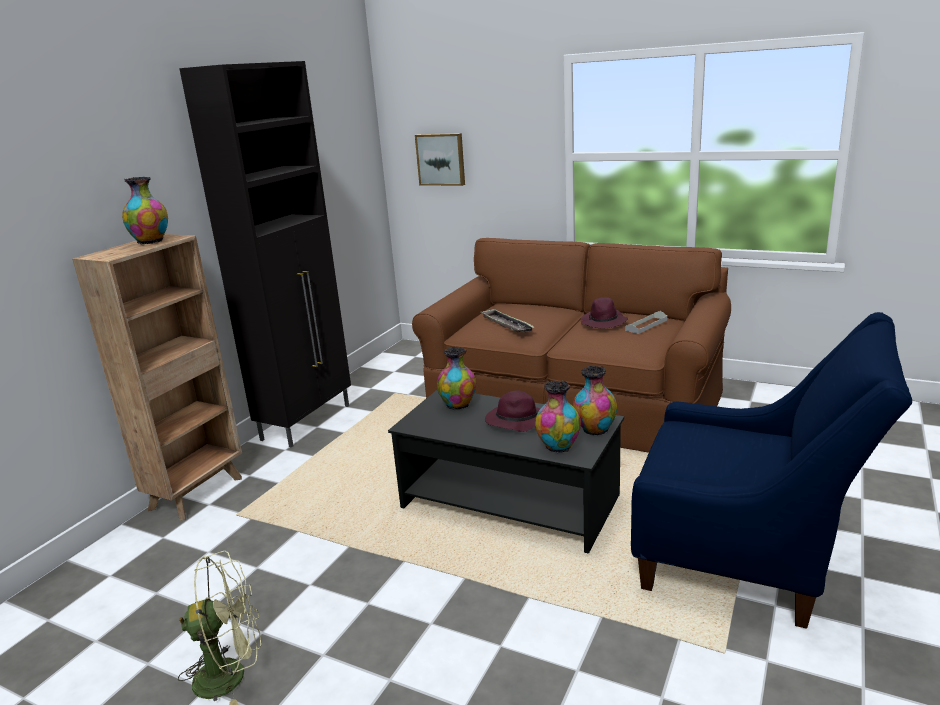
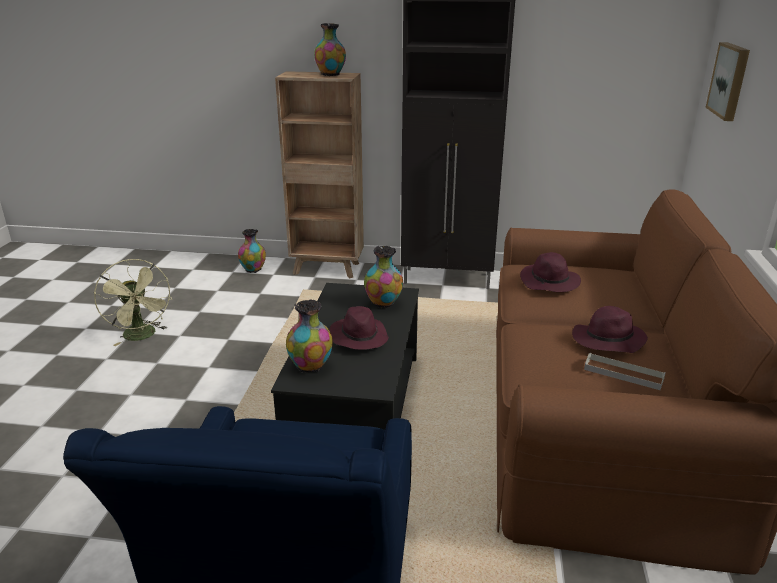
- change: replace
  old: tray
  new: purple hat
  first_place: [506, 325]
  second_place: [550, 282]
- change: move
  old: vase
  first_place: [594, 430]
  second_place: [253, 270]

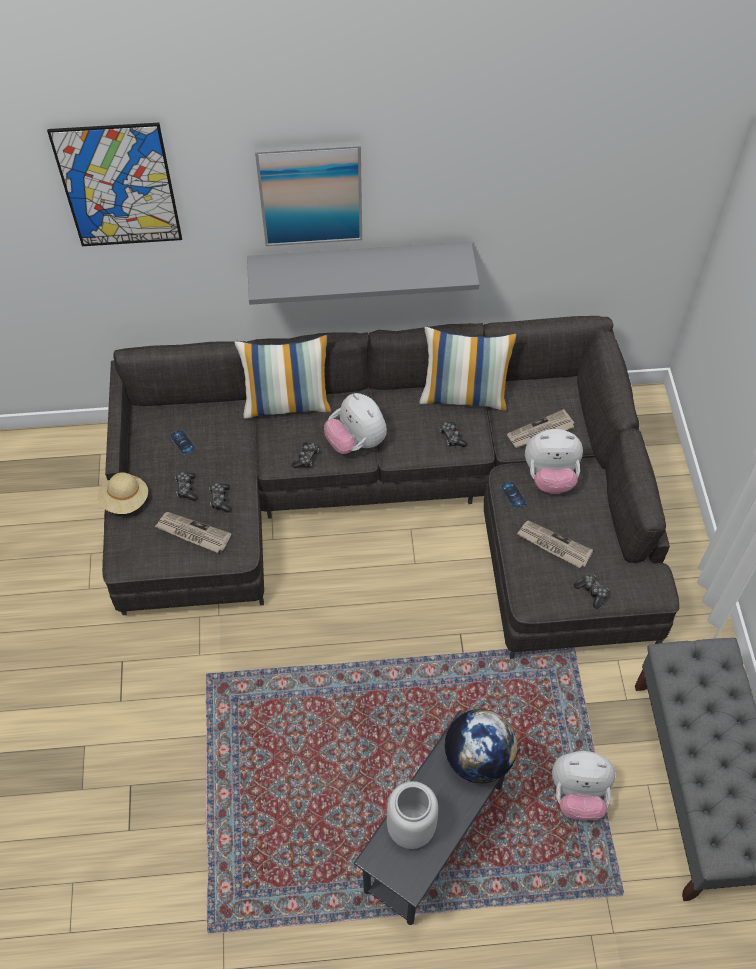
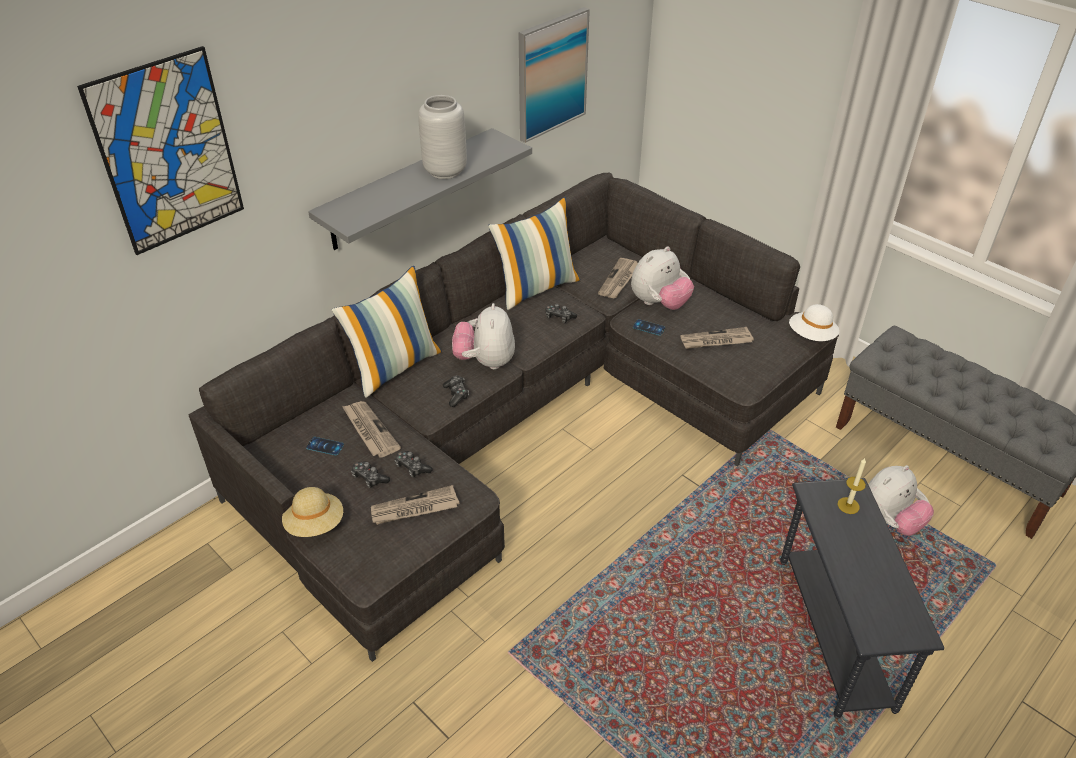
- change: move
  old: picture
  first_place: [310, 192]
  second_place: [551, 74]
- change: rotate
  old: plush toy
  first_place: [356, 442]
  second_place: [485, 361]
  degrees: 75
- change: move
  old: grey vase
  first_place: [410, 827]
  second_place: [444, 171]
- change: replace
  old: globe
  new: candle
  first_place: [478, 758]
  second_place: [848, 505]
- change: delete
  old: game controller
  first_place: [592, 592]
- change: insert
  new: newspaper
  second_place: [369, 430]
- change: insert
  new: white hat
  second_place: [811, 336]

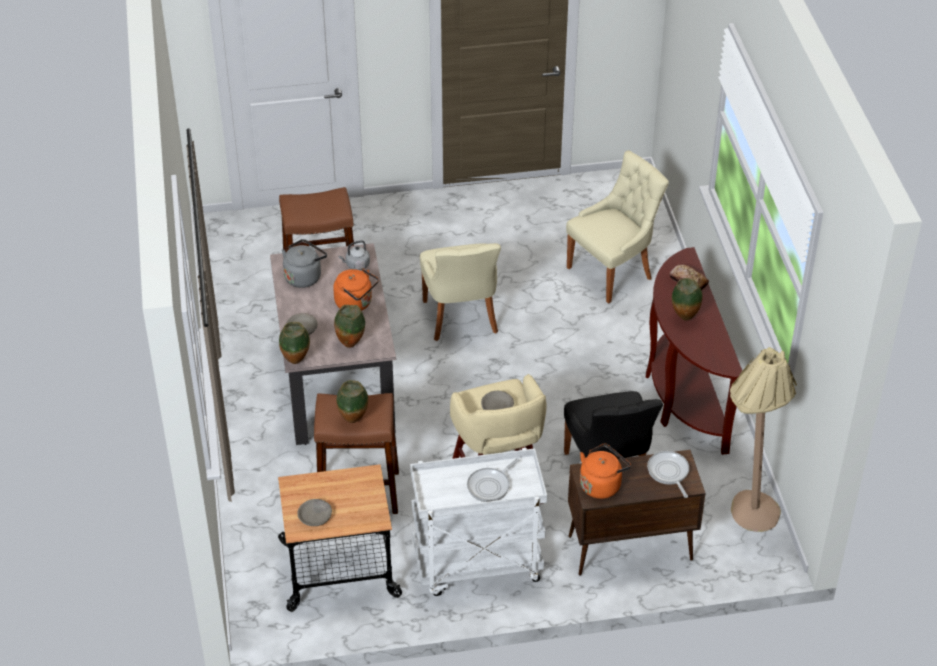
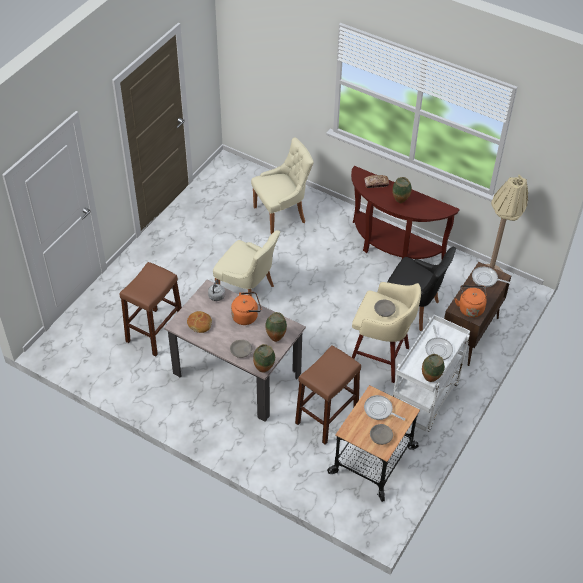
- change: replace
  old: grey kettle
  new: bread
  first_place: [304, 276]
  second_place: [200, 324]
- change: move
  old: vase
  first_place: [354, 420]
  second_place: [430, 379]
- change: rotate
  old: beige chair
  first_place: [612, 272]
  second_place: [281, 214]
  degrees: 60
- change: insert
  new: frying pan
  second_place: [380, 410]

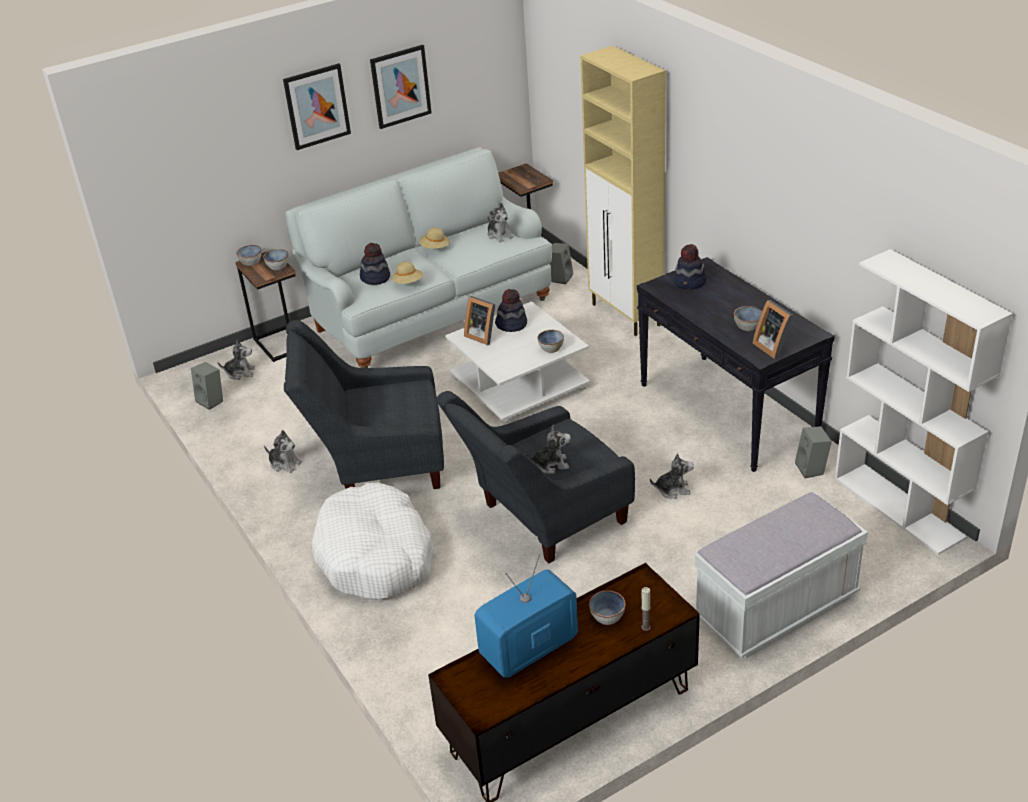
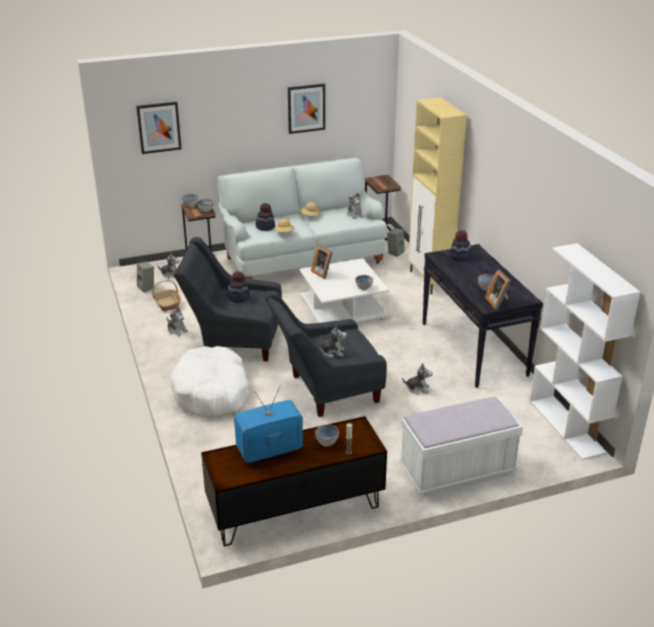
- change: move
  old: picture
  first_place: [317, 106]
  second_place: [159, 127]
- change: move
  old: hat
  first_place: [511, 324]
  second_place: [238, 297]
- change: delete
  old: grey speaker
  first_place: [812, 469]
- change: insert
  new: basket
  second_place: [167, 304]

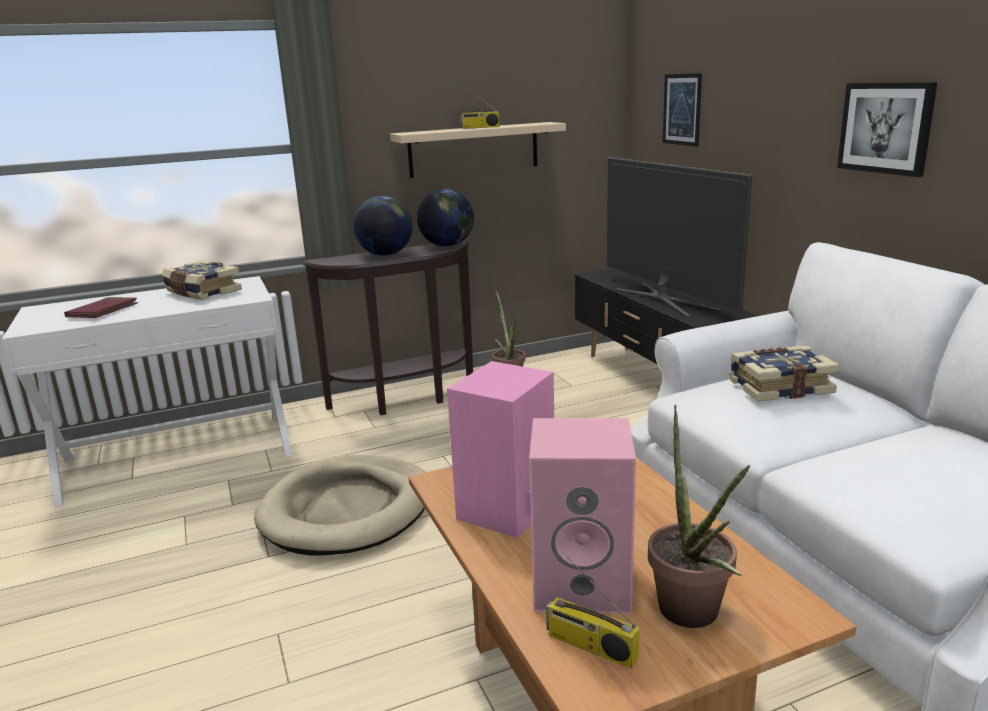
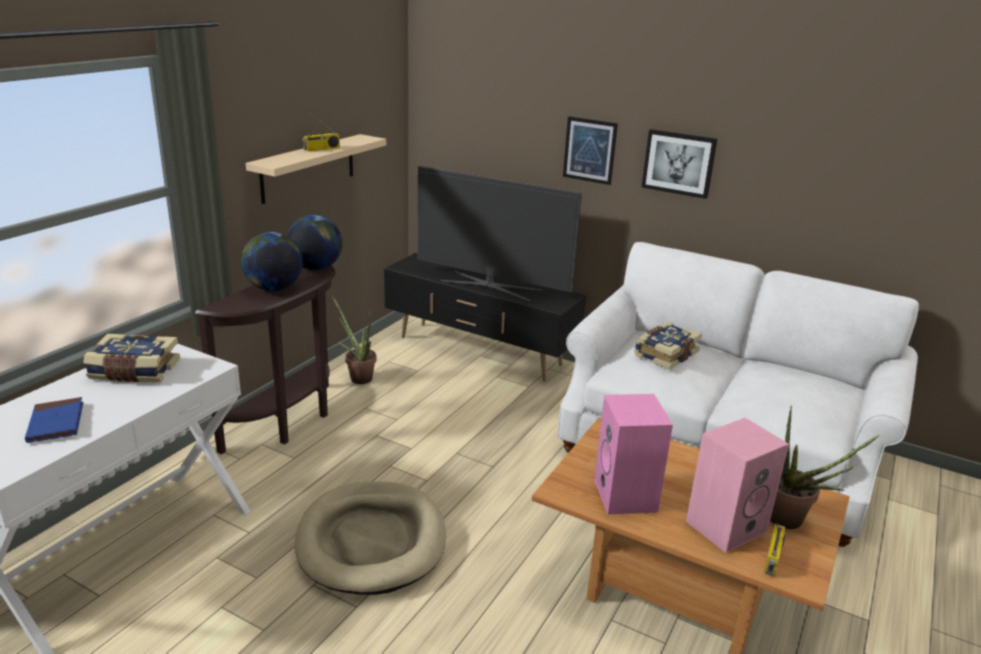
- change: recolor
  old: red book
  new: blue book
  first_place: [103, 311]
  second_place: [56, 423]
- change: rotate
  old: radio
  first_place: [590, 646]
  second_place: [773, 559]
  degrees: -60
- change: move
  old: picture
  first_place: [682, 109]
  second_place: [589, 150]

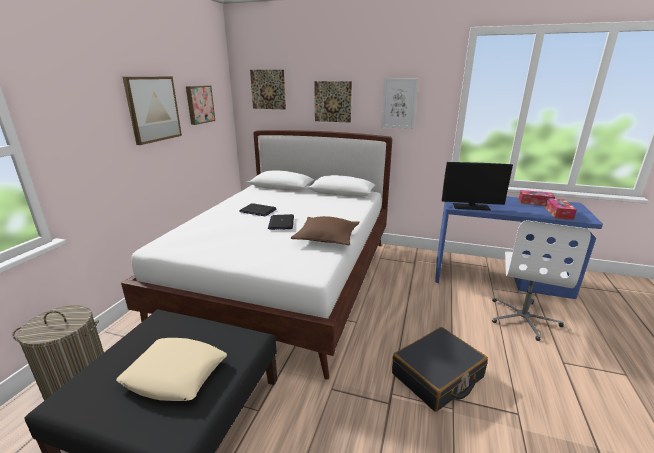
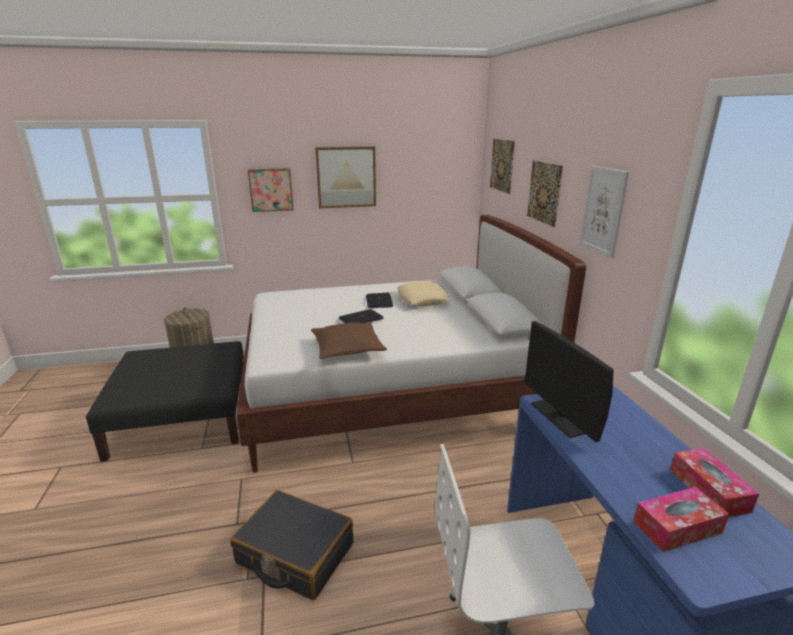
- change: move
  old: beige pillow
  first_place: [175, 374]
  second_place: [422, 299]
- change: move
  old: picture
  first_place: [199, 104]
  second_place: [271, 189]

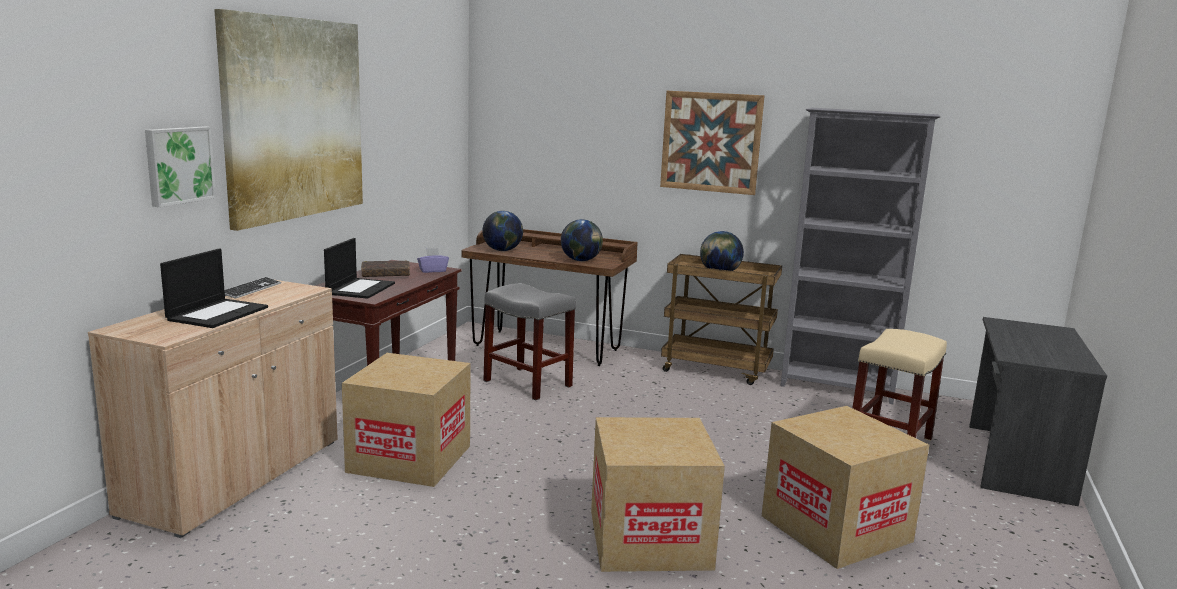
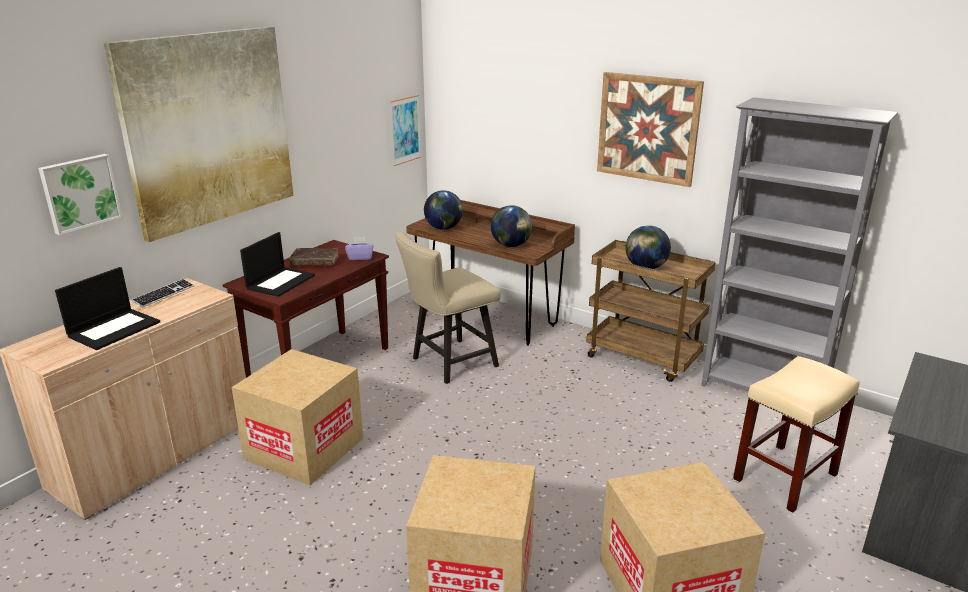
- change: replace
  old: grey stool
  new: beige chair
  first_place: [526, 383]
  second_place: [449, 363]
- change: insert
  new: picture
  second_place: [405, 130]

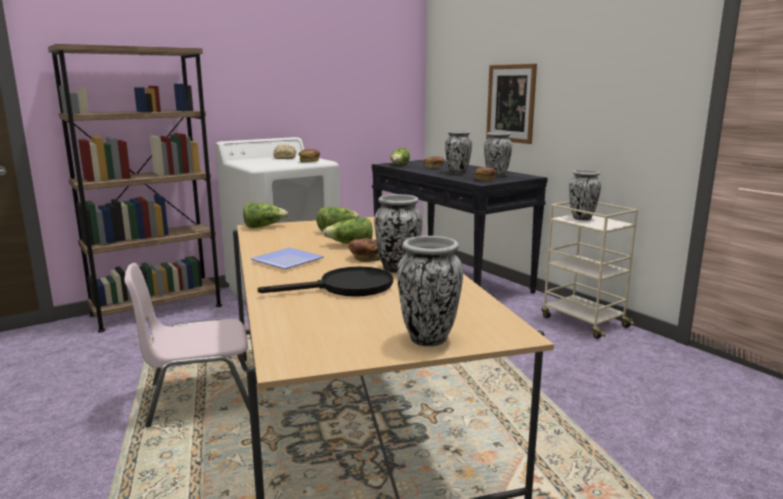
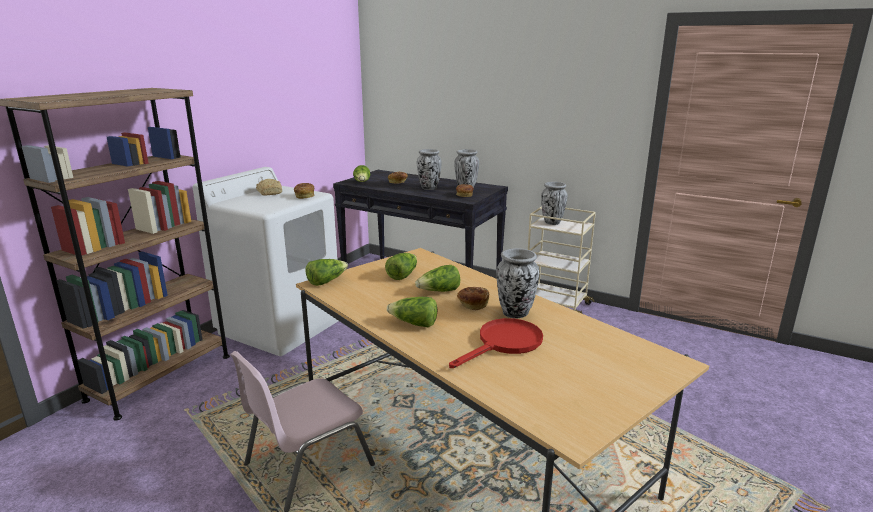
- change: replace
  old: plate
  new: lettuce
  first_place: [287, 262]
  second_place: [414, 324]
- change: recolor
  old: black frying pan
  new: red frying pan
  first_place: [346, 288]
  second_place: [504, 344]
- change: delete
  old: vase
  first_place: [428, 338]
- change: delete
  old: picture
  first_place: [511, 103]

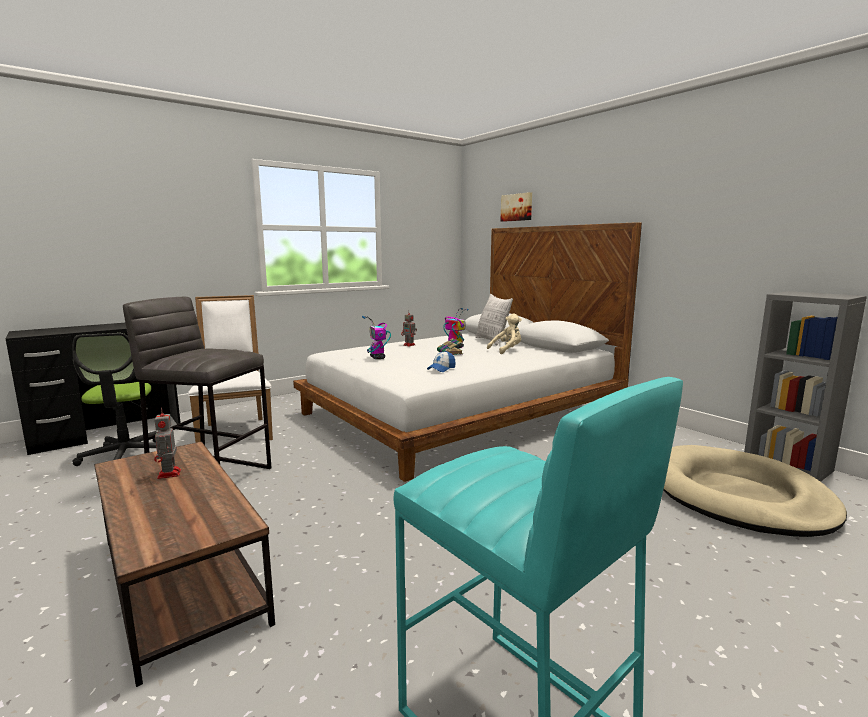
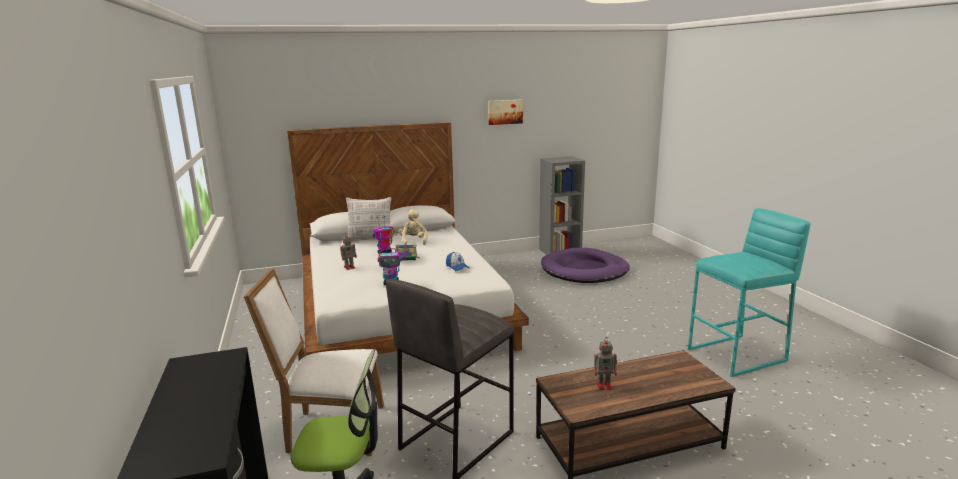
- change: move
  old: picture
  first_place: [517, 207]
  second_place: [505, 112]
- change: recolor
  old: beige dog bed
  new: purple dog bed
  first_place: [738, 496]
  second_place: [584, 270]

